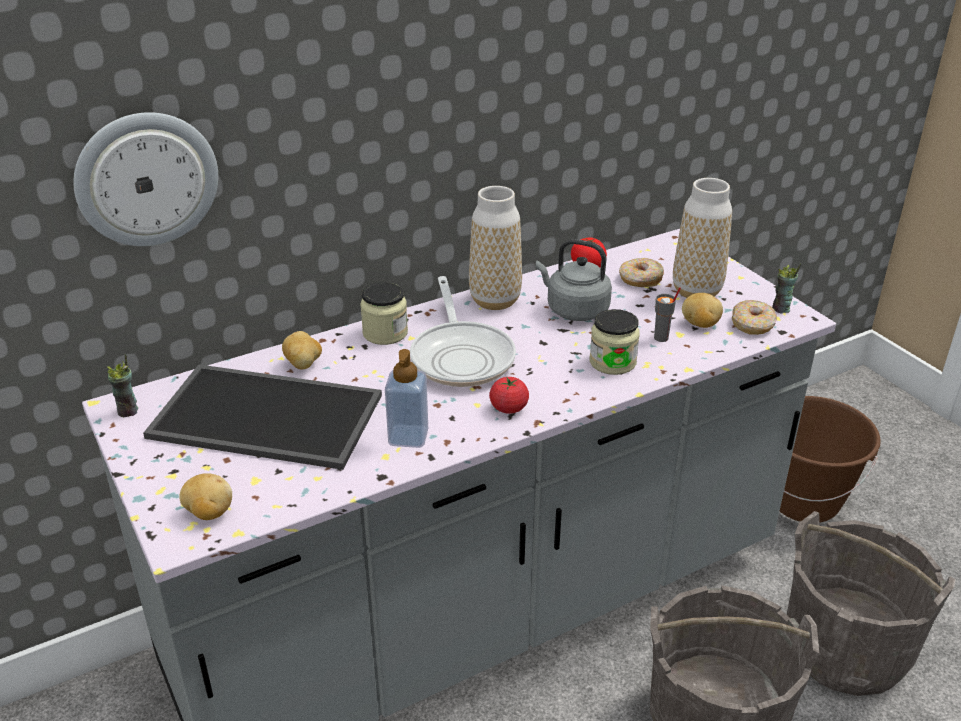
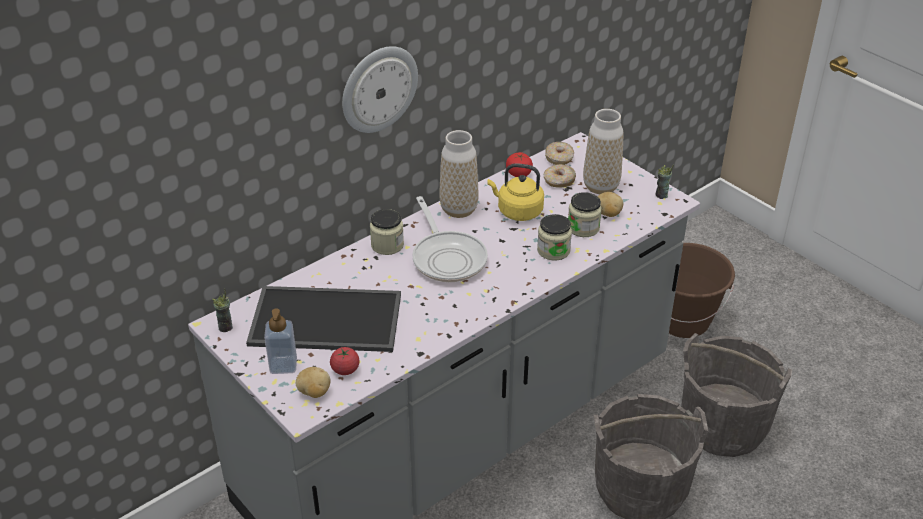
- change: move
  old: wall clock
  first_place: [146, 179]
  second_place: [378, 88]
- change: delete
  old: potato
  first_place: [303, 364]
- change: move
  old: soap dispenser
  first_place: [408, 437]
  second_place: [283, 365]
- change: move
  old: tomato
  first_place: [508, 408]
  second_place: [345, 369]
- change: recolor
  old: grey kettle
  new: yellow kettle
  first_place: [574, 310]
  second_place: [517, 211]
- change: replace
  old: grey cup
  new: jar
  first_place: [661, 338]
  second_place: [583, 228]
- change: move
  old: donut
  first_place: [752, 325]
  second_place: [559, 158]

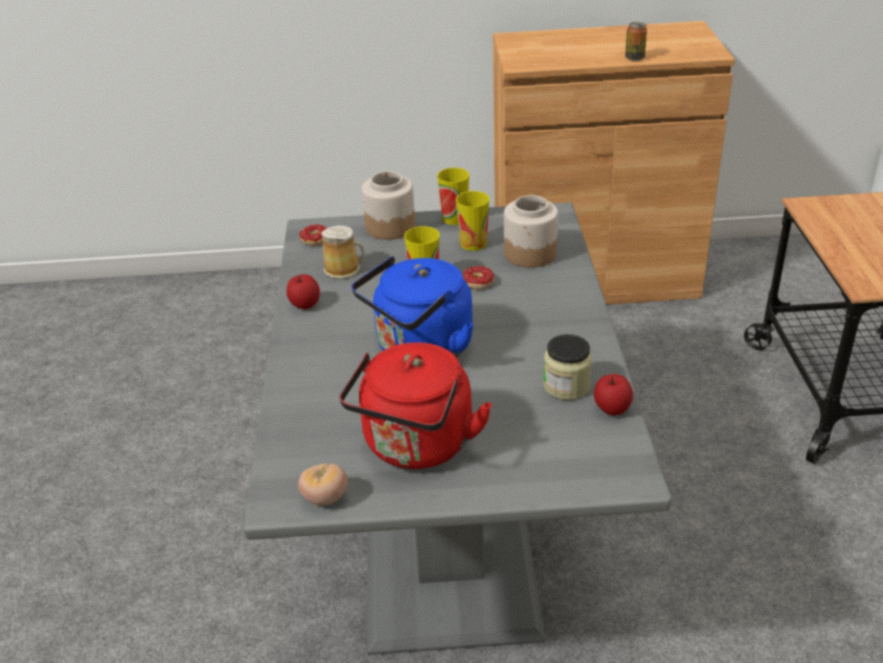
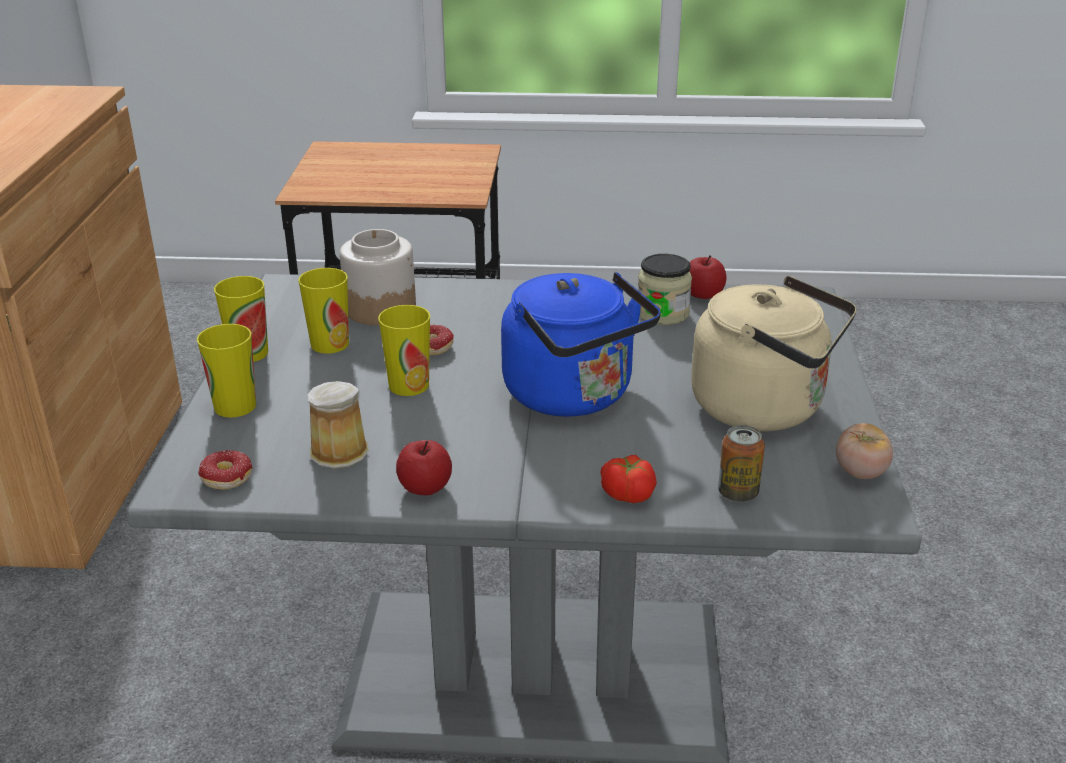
- change: recolor
  old: red kettle
  new: beige kettle
  first_place: [416, 447]
  second_place: [765, 408]
- change: replace
  old: jar
  new: cup
  first_place: [390, 227]
  second_place: [235, 406]
- change: move
  old: can
  first_place: [634, 58]
  second_place: [738, 493]
- change: insert
  new: tomato
  second_place: [629, 493]

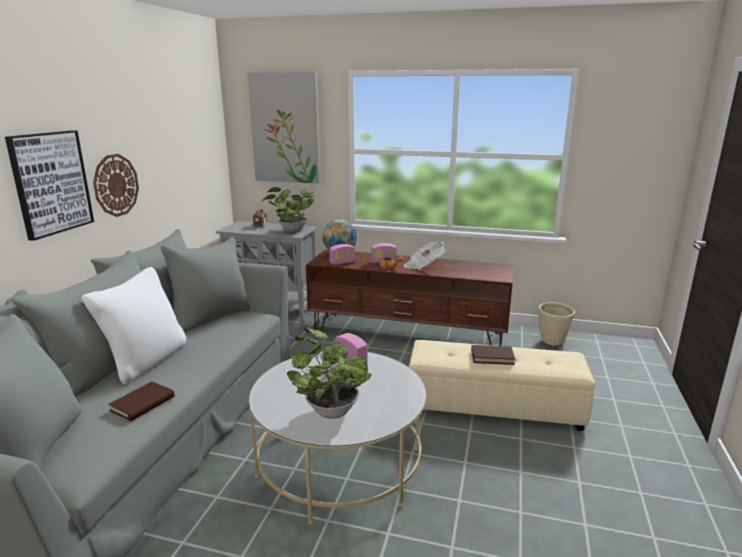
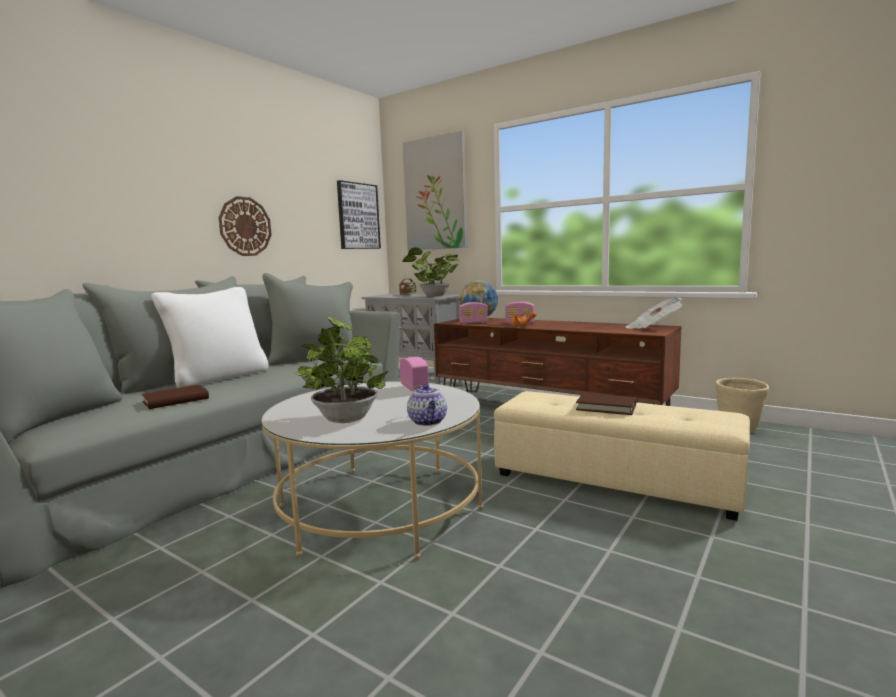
- change: move
  old: picture
  first_place: [51, 183]
  second_place: [358, 216]
- change: move
  old: newspaper
  first_place: [423, 266]
  second_place: [653, 327]
- change: insert
  new: teapot
  second_place: [428, 422]

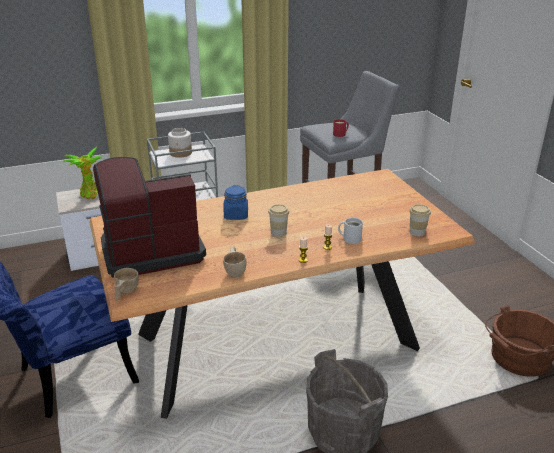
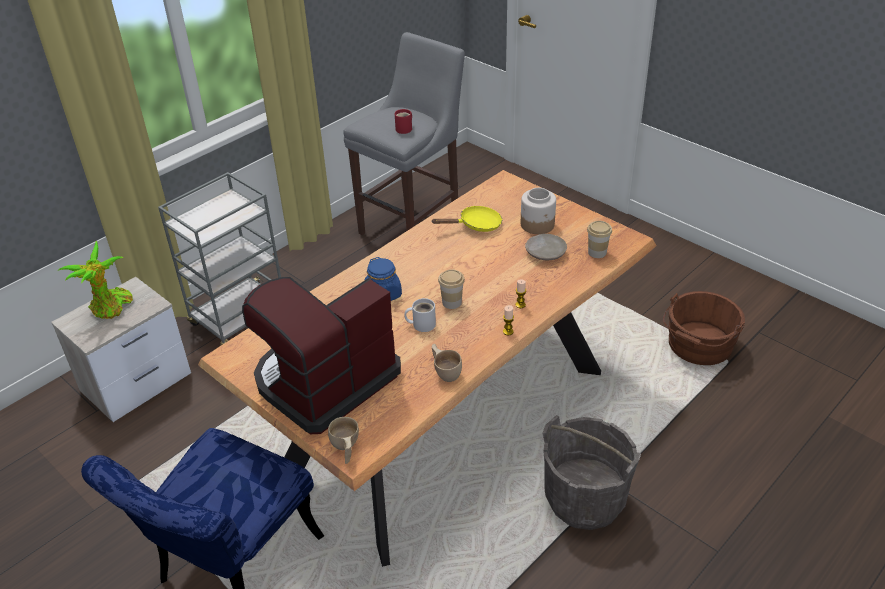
- change: move
  old: jar
  first_place: [180, 153]
  second_place: [537, 224]
- change: move
  old: white mug
  first_place: [350, 238]
  second_place: [422, 324]
- change: insert
  new: yellow frying pan
  second_place: [476, 225]
- change: insert
  new: beige plate
  second_place: [545, 252]

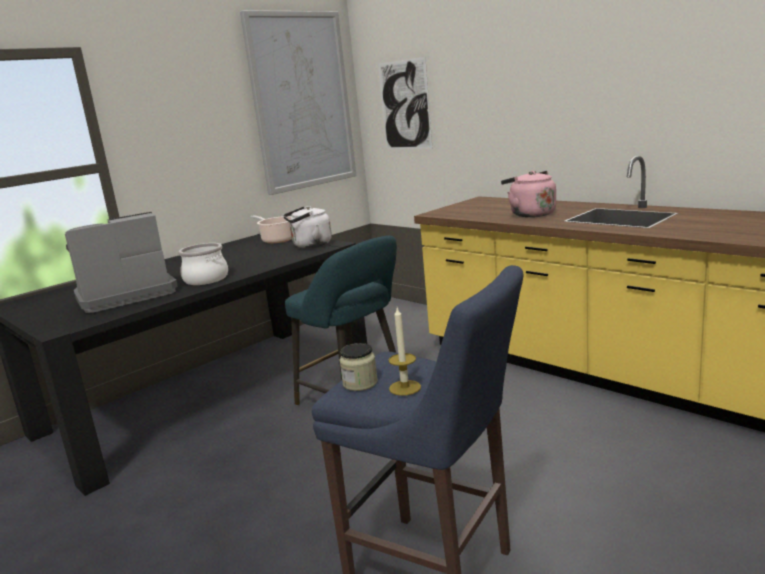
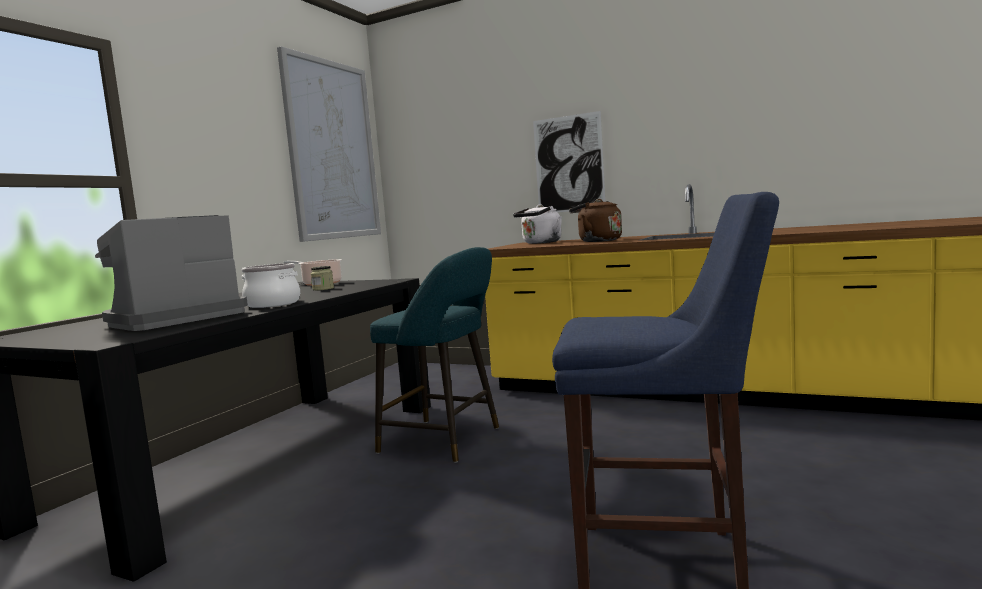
- change: move
  old: white kettle
  first_place: [309, 245]
  second_place: [540, 243]
- change: move
  old: jar
  first_place: [360, 383]
  second_place: [323, 289]
- change: move
  old: picture
  first_place: [404, 105]
  second_place: [568, 164]
- change: delete
  old: candle
  first_place: [405, 388]
- change: recolor
  old: pink kettle
  new: brown kettle
  first_place: [530, 214]
  second_place: [597, 241]

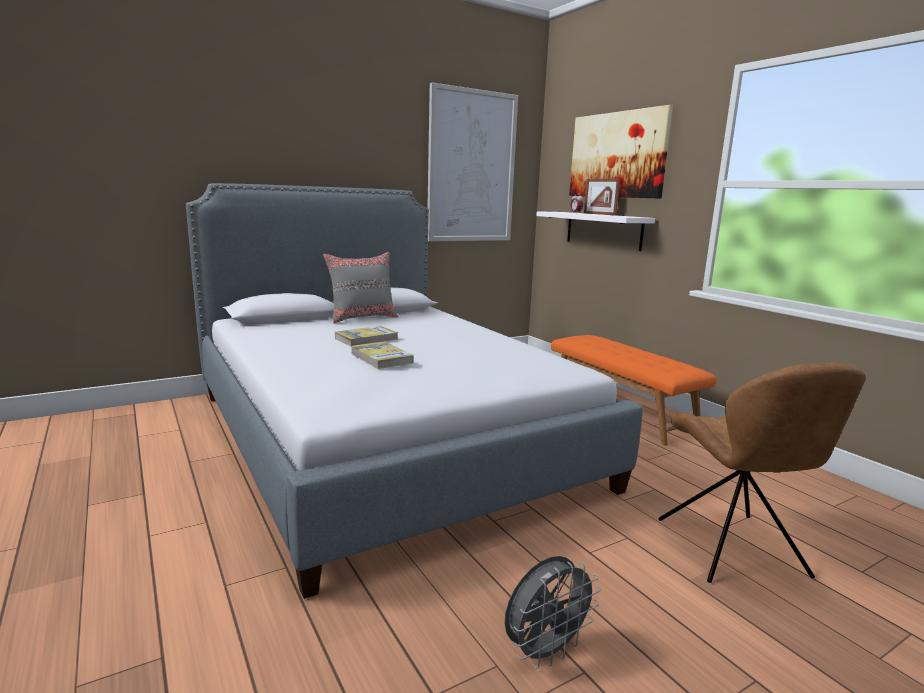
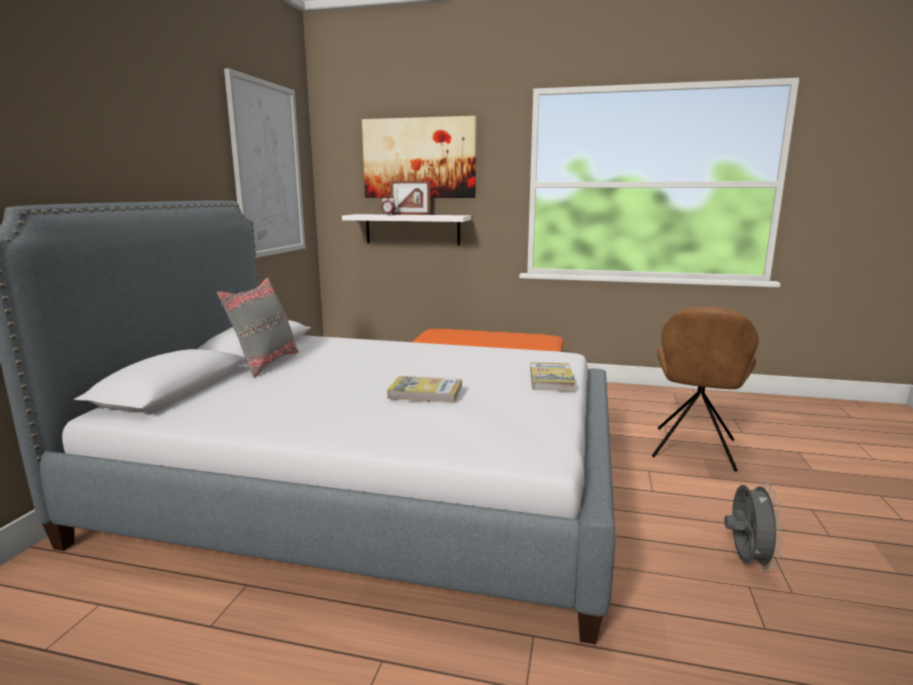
- change: move
  old: book
  first_place: [366, 339]
  second_place: [551, 379]
- change: rotate
  old: brown chair
  first_place: [733, 550]
  second_place: [693, 450]
  degrees: 75

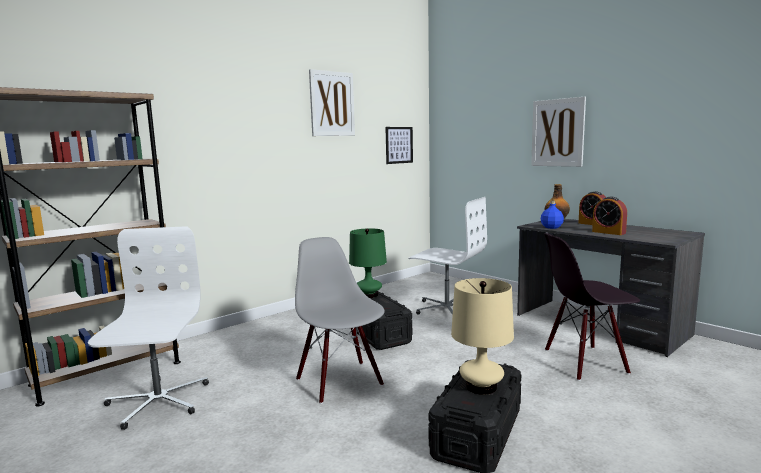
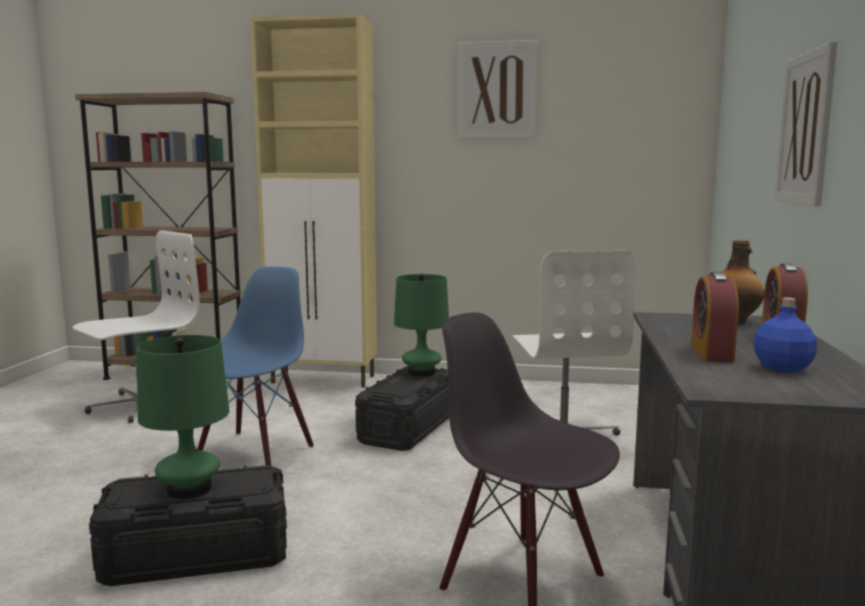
- change: recolor
  old: grey chair
  new: blue chair
  first_place: [340, 381]
  second_place: [254, 452]
- change: delete
  old: picture
  first_place: [399, 145]
- change: recolor
  old: beige table lamp
  new: green table lamp
  first_place: [481, 387]
  second_place: [189, 489]
- change: move
  old: blue bottle
  first_place: [552, 227]
  second_place: [783, 368]
- change: insert
  new: beige cabinet
  second_place: [324, 379]

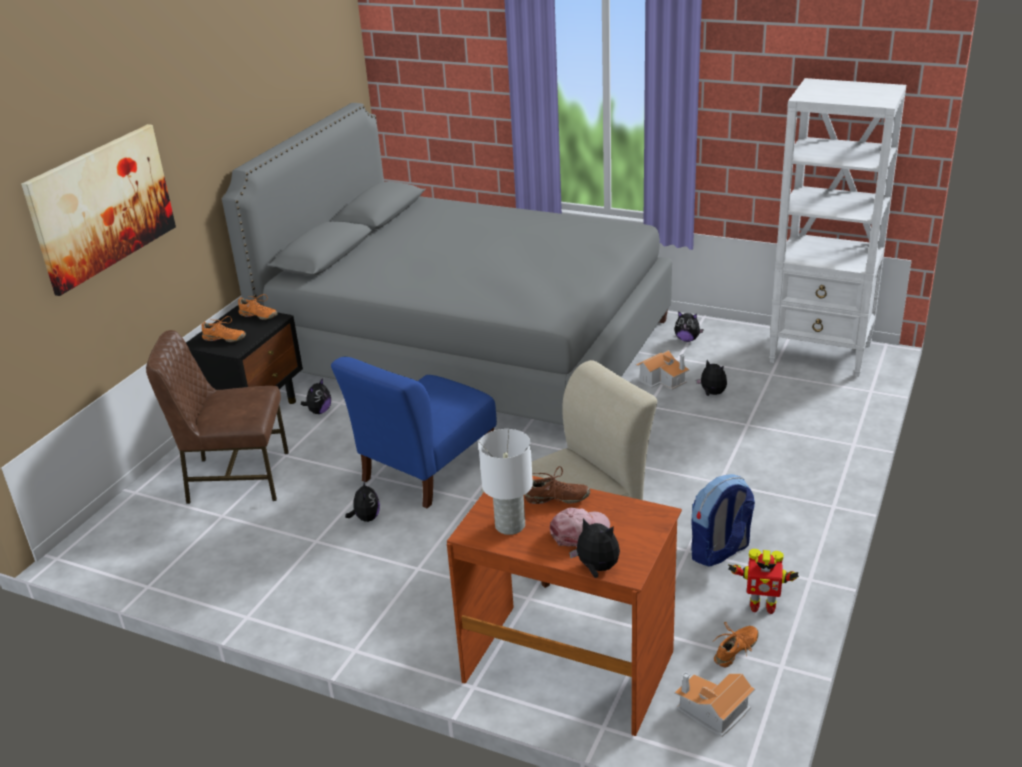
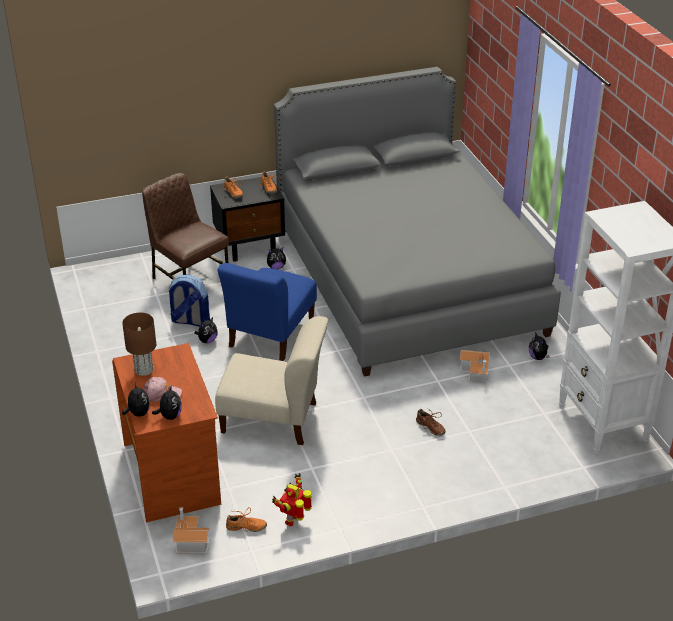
- change: delete
  old: picture
  first_place: [102, 206]
- change: rotate
  old: blue chair
  first_place: [425, 470]
  second_place: [270, 335]
  degrees: -60
- change: recolor
  old: white table lamp
  new: brown table lamp
  first_place: [509, 525]
  second_place: [144, 370]
- change: move
  old: brown shoe
  first_place: [557, 499]
  second_place: [430, 427]
- change: move
  old: backpack
  first_place: [720, 552]
  second_place: [189, 321]
- change: move
  old: plush toy
  first_place: [712, 393]
  second_place: [170, 416]
- change: rotate
  old: toy robot
  first_place: [761, 606]
  second_place: [294, 520]
  degrees: 60

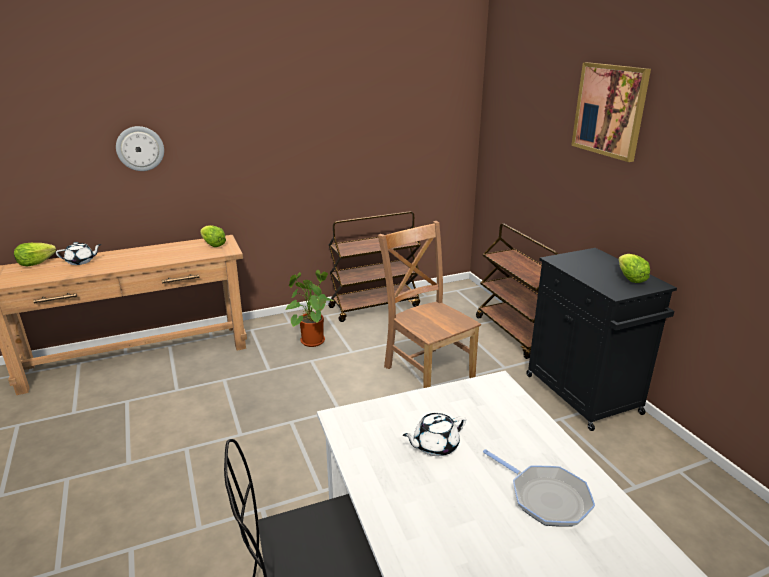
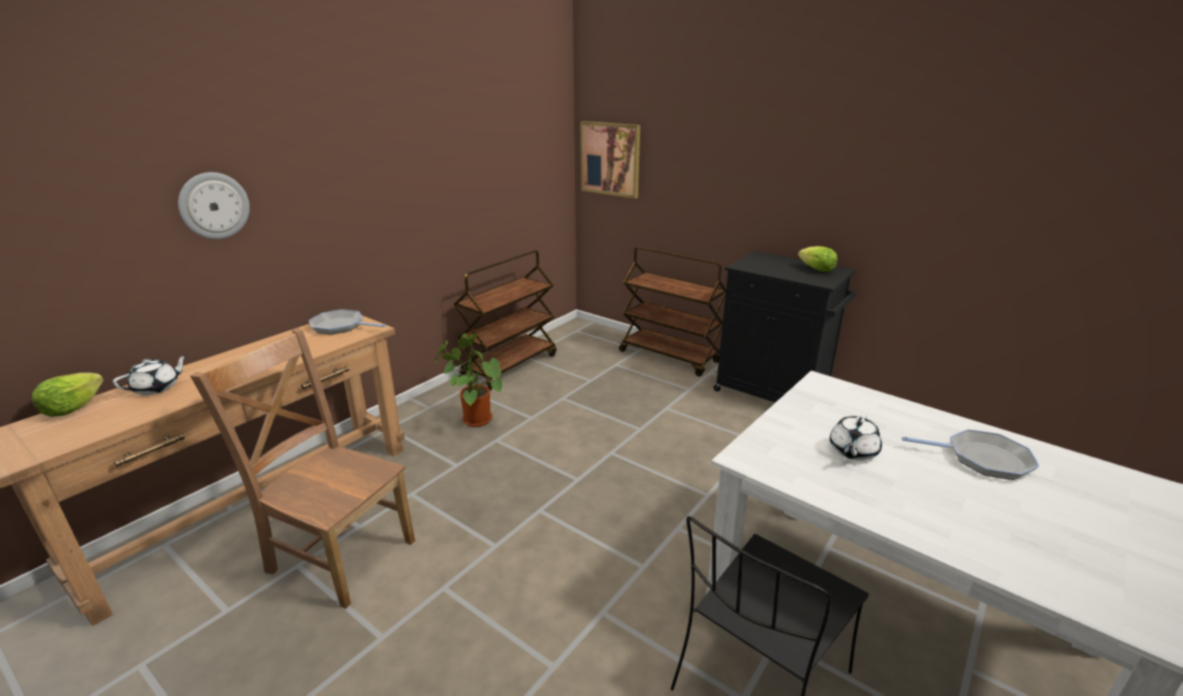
- change: replace
  old: lettuce
  new: frying pan
  first_place: [213, 245]
  second_place: [340, 326]
- change: move
  old: brown chair
  first_place: [427, 370]
  second_place: [338, 553]
- change: move
  old: picture
  first_place: [610, 110]
  second_place: [610, 159]

